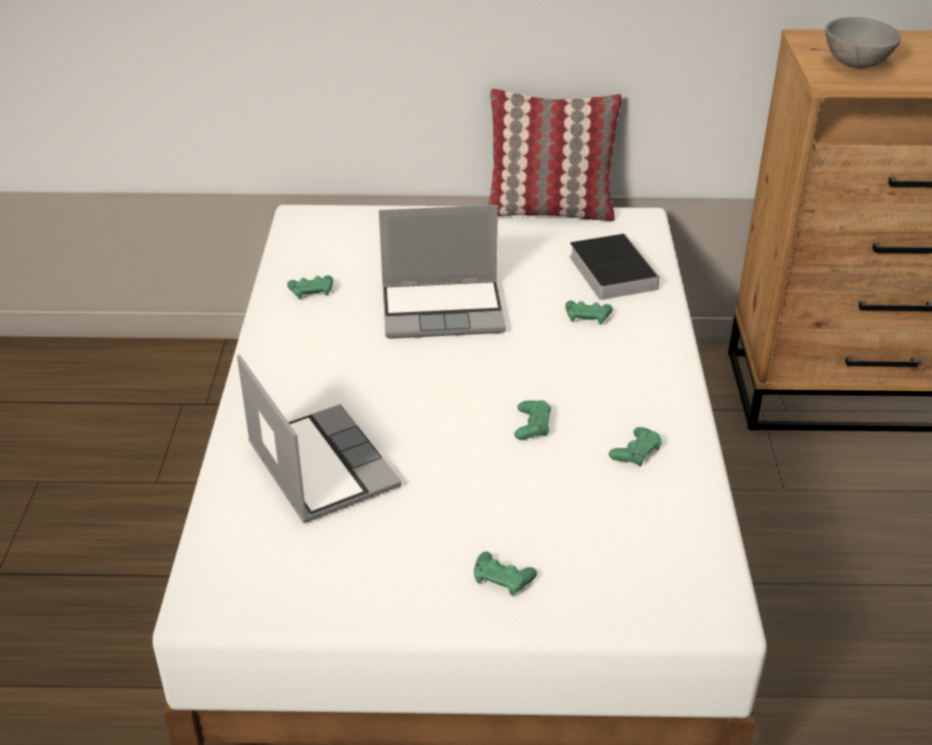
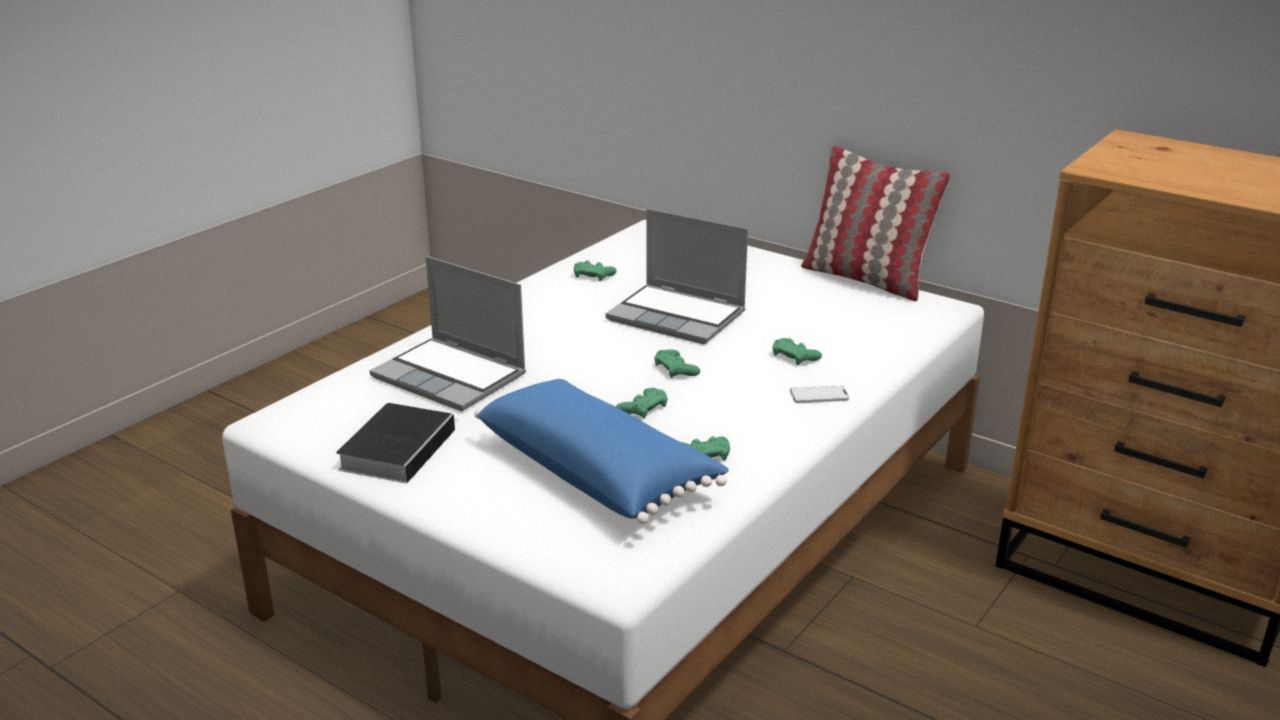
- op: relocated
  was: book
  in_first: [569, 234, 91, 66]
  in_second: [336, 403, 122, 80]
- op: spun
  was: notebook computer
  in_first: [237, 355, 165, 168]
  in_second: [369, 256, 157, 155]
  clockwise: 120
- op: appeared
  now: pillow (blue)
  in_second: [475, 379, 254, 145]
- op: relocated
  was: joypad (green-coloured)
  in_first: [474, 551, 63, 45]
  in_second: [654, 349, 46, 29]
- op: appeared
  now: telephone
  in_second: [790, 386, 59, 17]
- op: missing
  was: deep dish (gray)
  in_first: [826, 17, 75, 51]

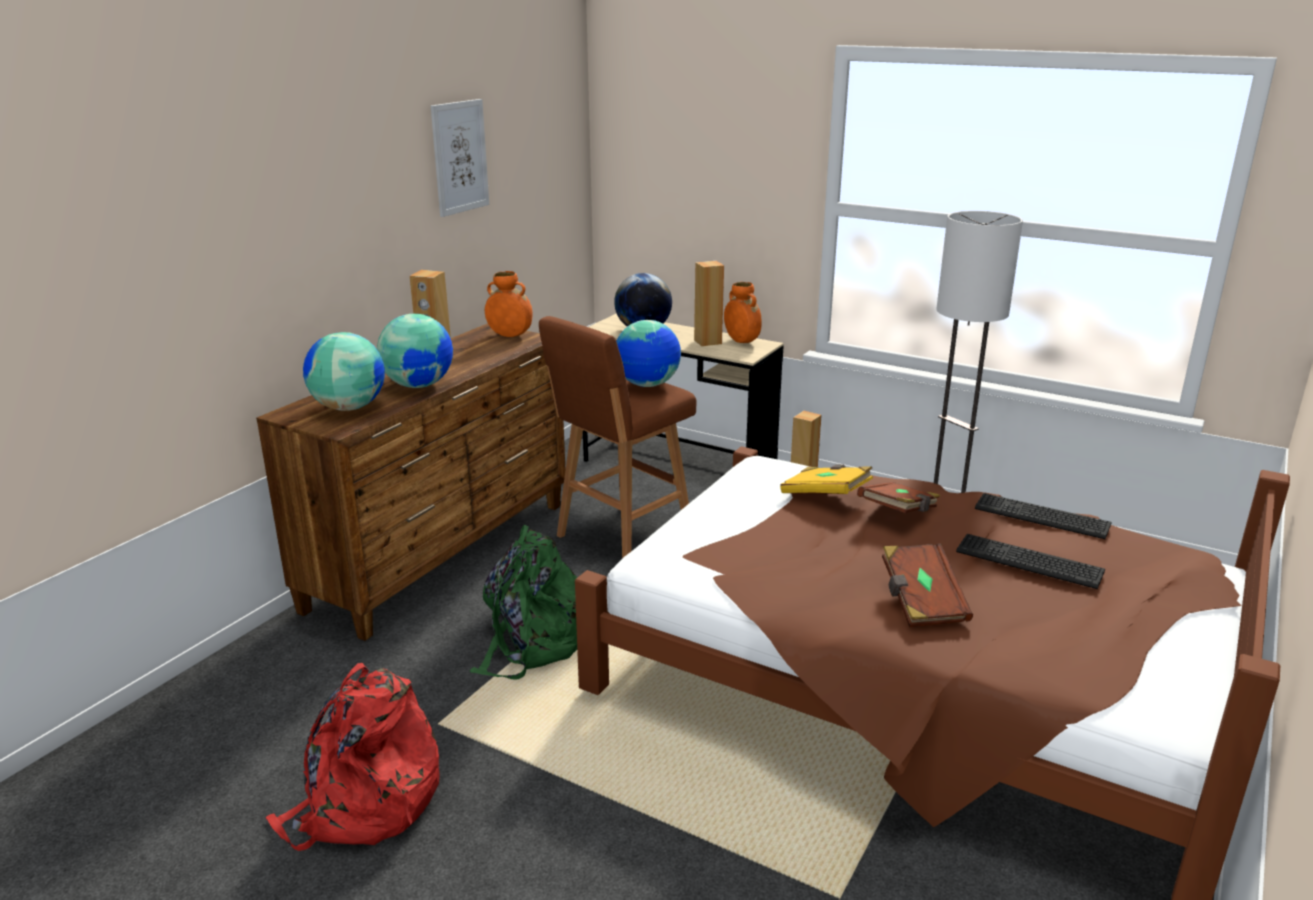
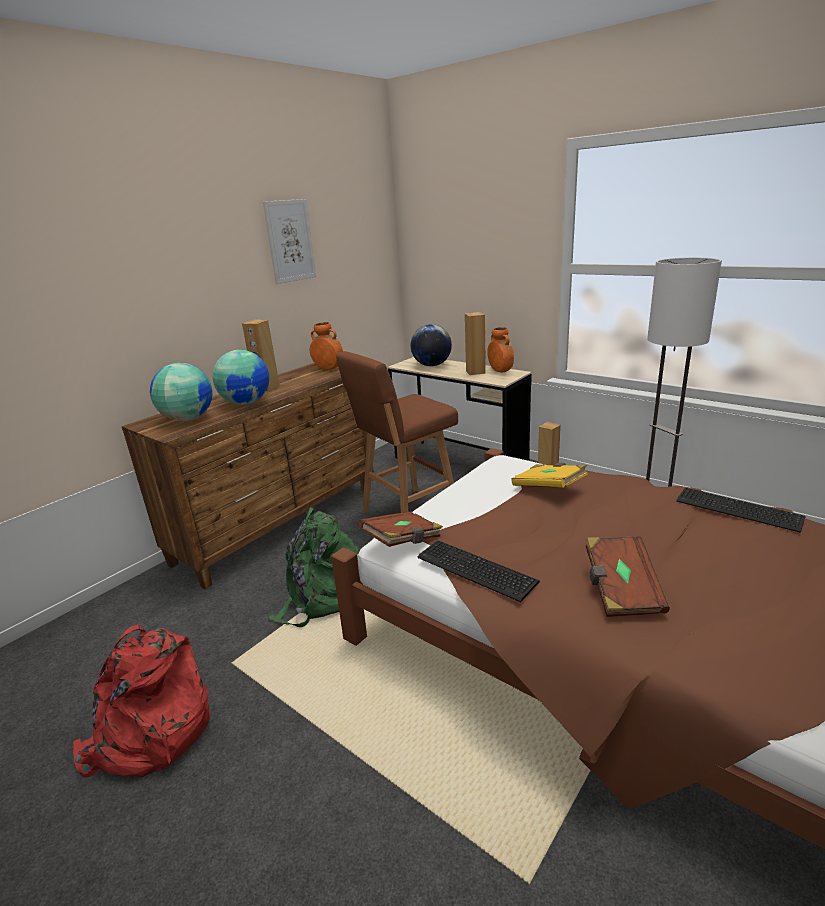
- op: relocated
  was: book (brownish)
  in_first: [857, 482, 83, 31]
  in_second: [358, 512, 85, 35]
- op: relocated
  was: keyboard
  in_first: [956, 534, 149, 55]
  in_second: [418, 541, 122, 61]
- op: missing
  was: globe
  in_first: [616, 320, 65, 67]

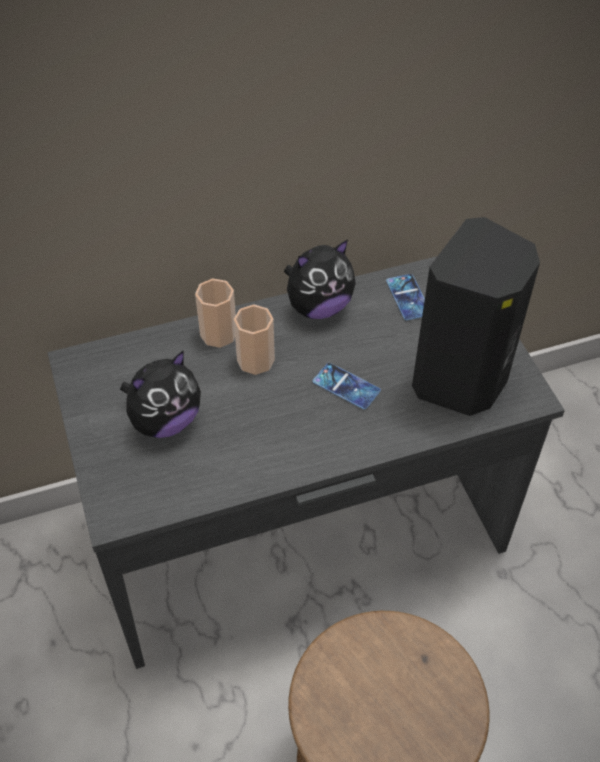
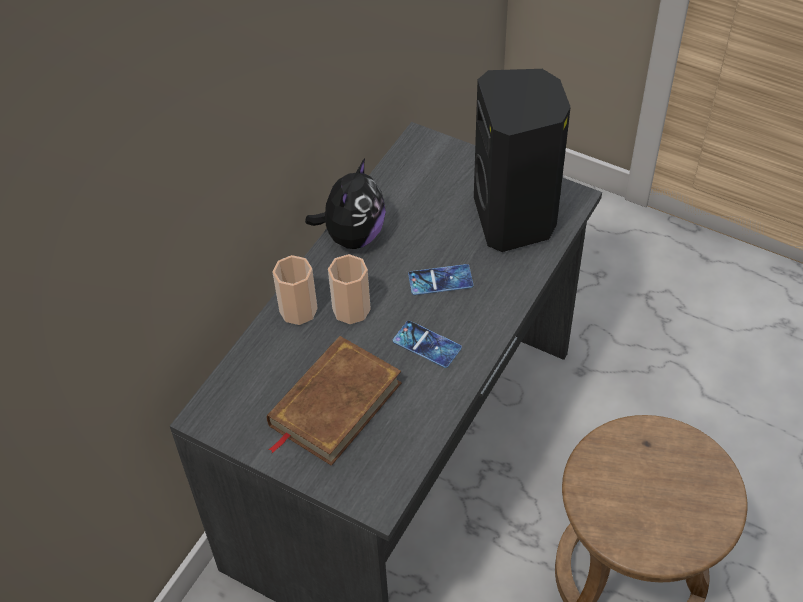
- op: exchanged
  was: soft toy
  now: book (brownish)
  in_first: [120, 350, 81, 88]
  in_second: [267, 336, 135, 130]
- op: relocated
  was: telephone
  in_first: [386, 274, 39, 46]
  in_second: [393, 321, 69, 47]

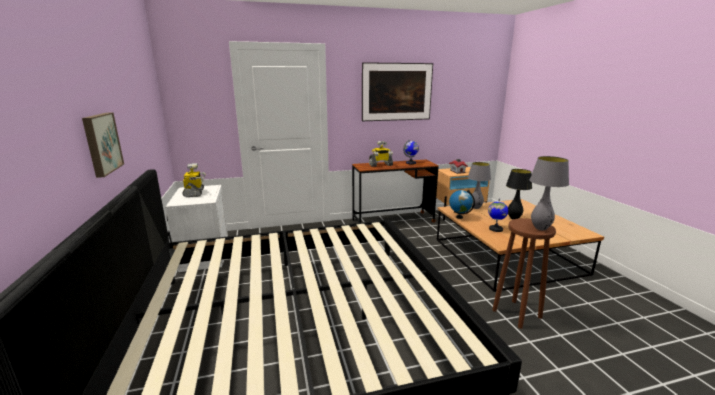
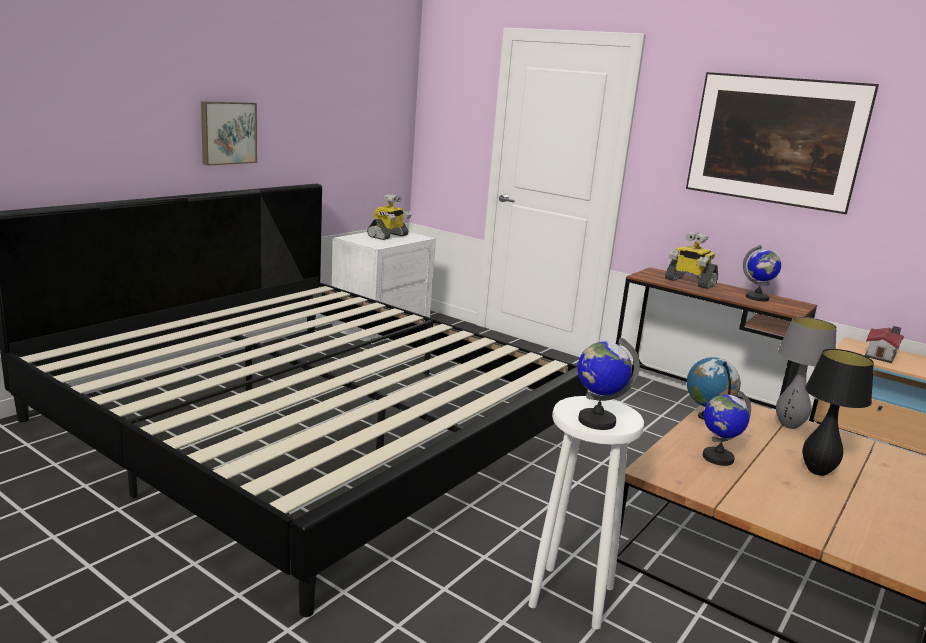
- op: colour
  was: sitting stool (brownish)
  now: sitting stool (white-coloured)
  in_first: [492, 218, 64, 111]
  in_second: [528, 396, 116, 233]
- op: exchanged
  was: tabletop lamp (gray)
  now: globe
  in_first: [530, 156, 39, 74]
  in_second: [578, 338, 62, 92]

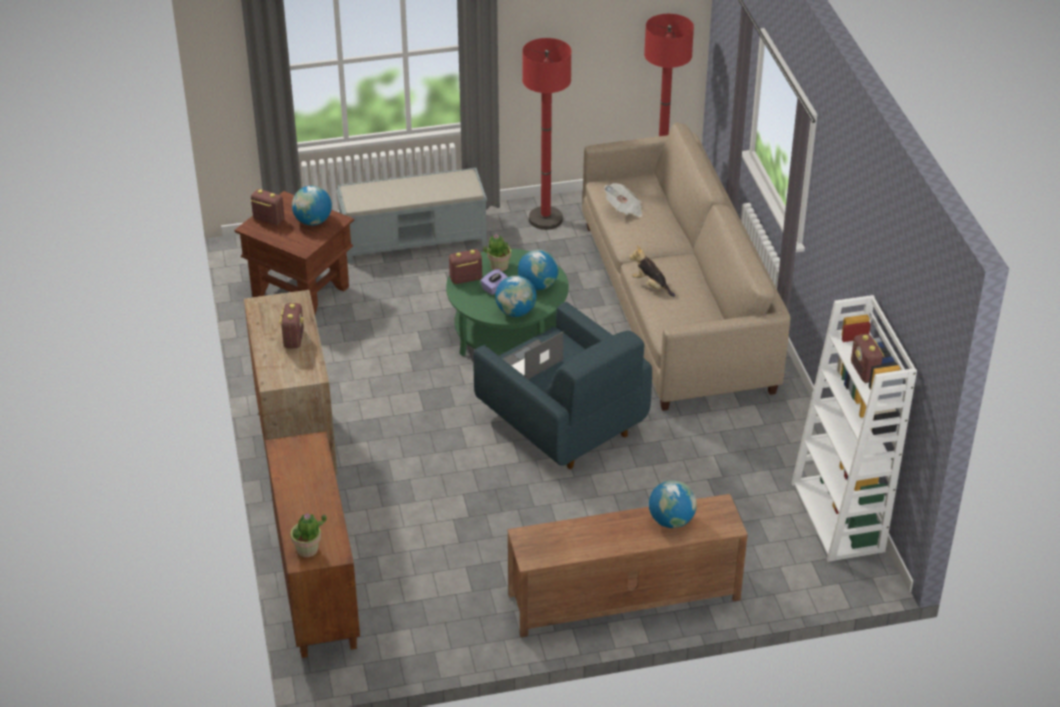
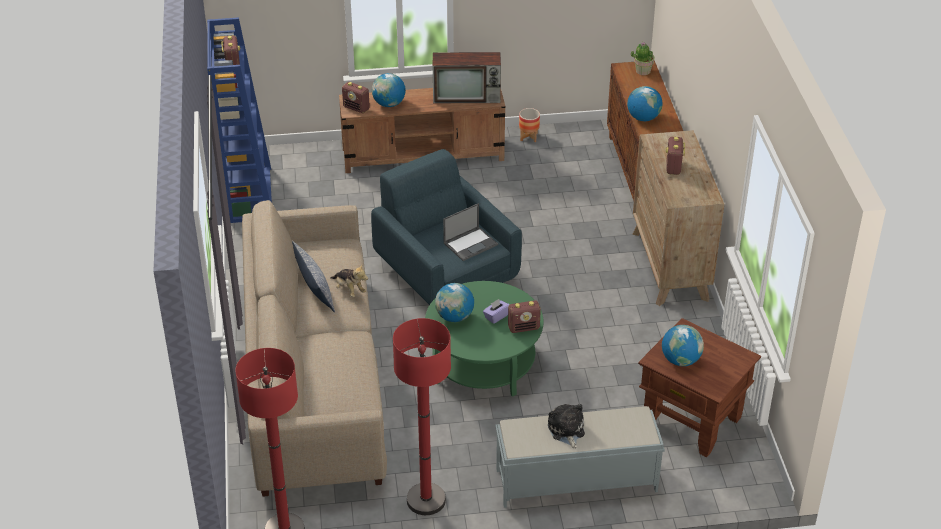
- op: colour
  was: bookcase (white-coloured)
  now: bookcase (blue)
  in_first: [791, 295, 126, 267]
  in_second: [207, 17, 65, 206]
- op: appeared
  now: pillow
  in_second: [292, 241, 43, 71]
- op: relocated
  was: radio receiver
  in_first: [251, 189, 34, 36]
  in_second: [342, 82, 28, 31]
- op: appeared
  now: TV set
  in_second: [433, 52, 68, 51]
- op: appeared
  now: flower pot
  in_second: [519, 108, 21, 34]
- op: appeared
  now: soft toy
  in_second: [548, 404, 37, 45]
- op: relocated
  was: globe
  in_first: [495, 276, 42, 41]
  in_second: [627, 86, 36, 35]
- op: missing
  was: potted plant
  in_first: [483, 234, 28, 37]
- op: missing
  was: daily paper
  in_first: [604, 183, 38, 34]

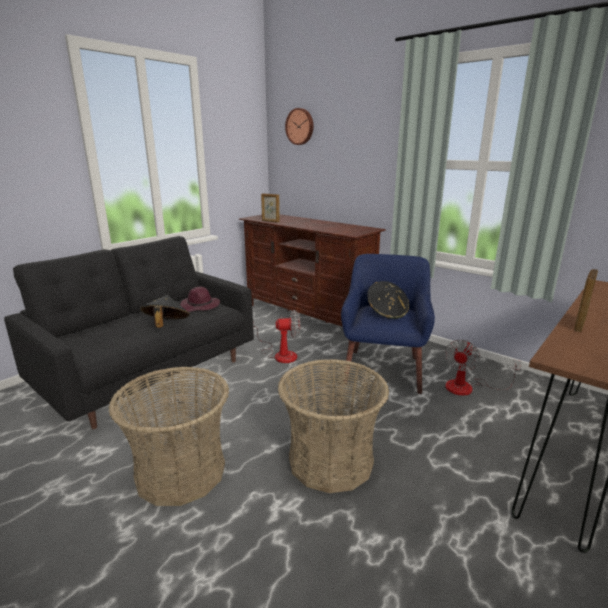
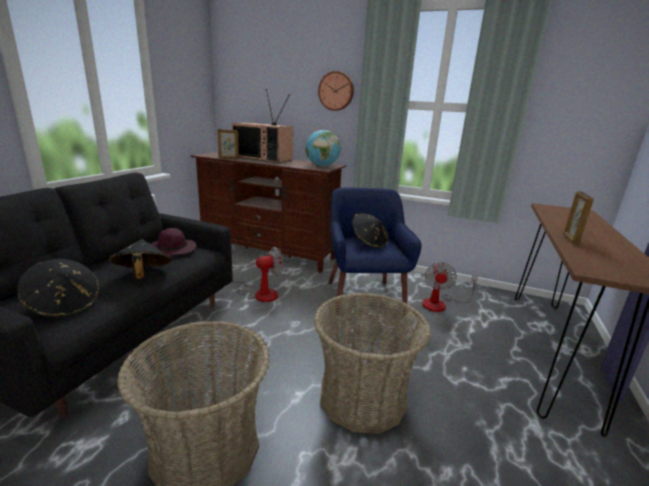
- op: appeared
  now: wearable hat (black)
  in_second: [17, 259, 82, 59]
- op: appeared
  now: TV set
  in_second: [231, 89, 62, 74]
- op: appeared
  now: globe
  in_second: [306, 130, 35, 37]
- op: relocated
  was: clock on the wall
  in_first: [285, 108, 28, 37]
  in_second: [318, 71, 36, 40]

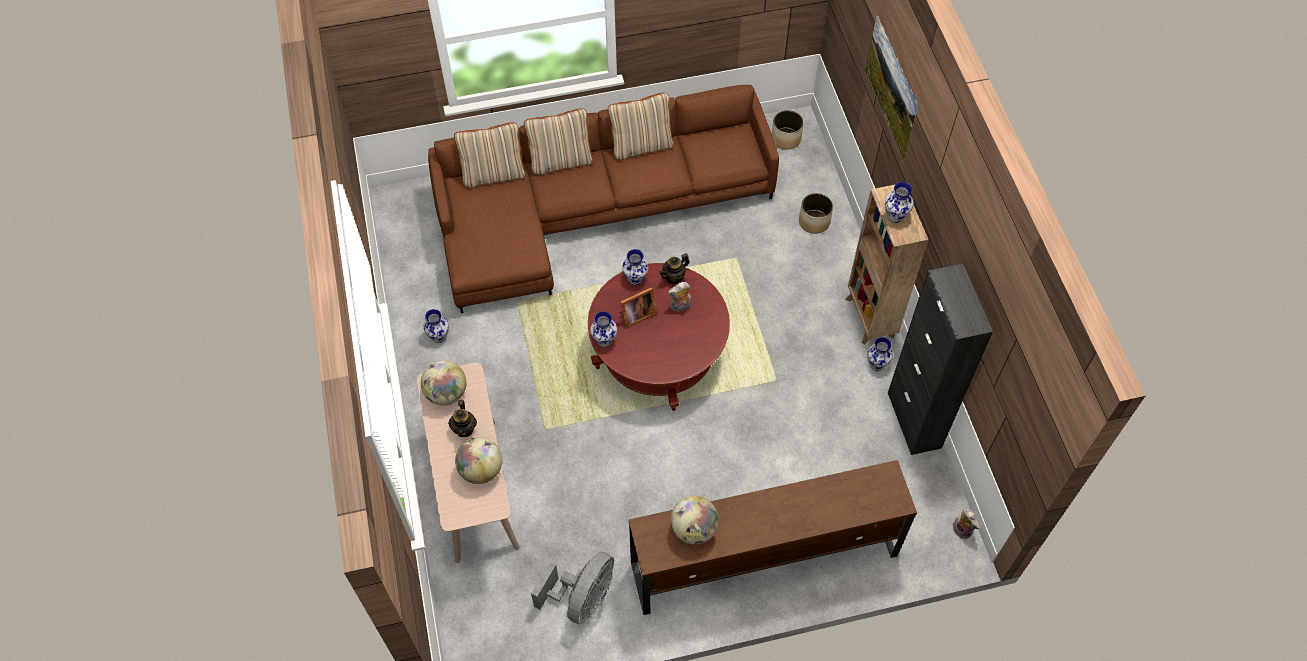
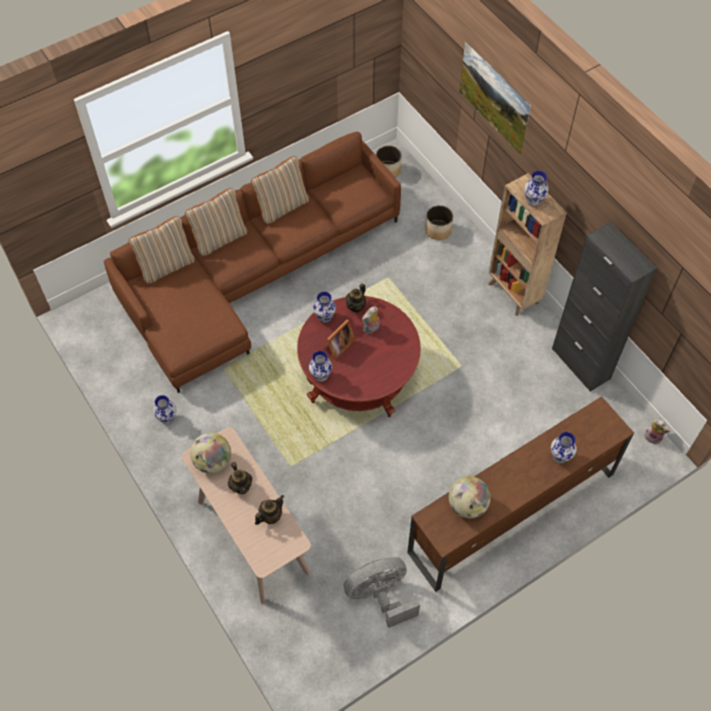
- op: exchanged
  was: globe
  now: tea pot
  in_first: [455, 437, 47, 47]
  in_second: [255, 495, 29, 30]
- op: spun
  was: fan (gray)
  in_first: [531, 552, 83, 72]
  in_second: [343, 557, 77, 71]
  clockwise: -120
- op: relocated
  was: vase
  in_first: [867, 337, 26, 34]
  in_second: [551, 432, 26, 32]

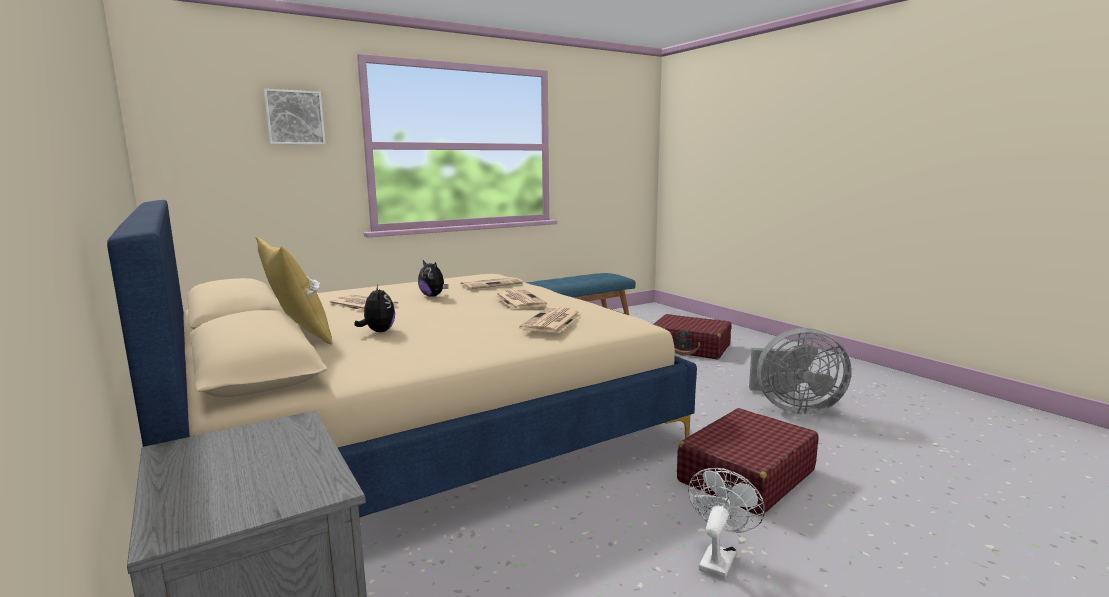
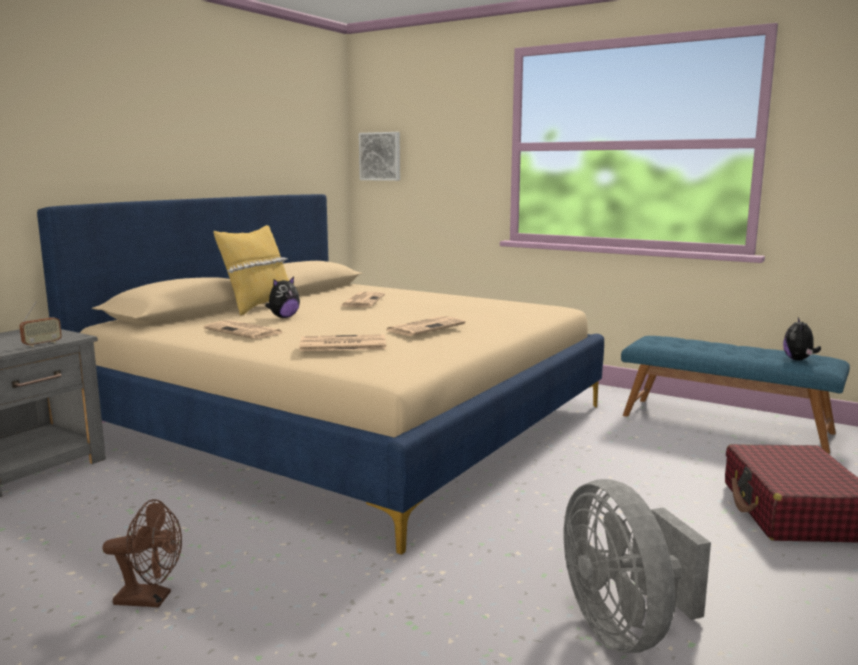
- op: appeared
  now: radio receiver
  in_second: [20, 301, 42, 46]
- op: colour
  was: fan (white-coloured)
  now: fan (brownish)
  in_first: [688, 468, 77, 111]
  in_second: [102, 499, 80, 109]
- op: relocated
  was: daily paper
  in_first: [460, 277, 63, 12]
  in_second: [204, 320, 80, 19]
- op: relocated
  was: picture
  in_first: [264, 89, 61, 56]
  in_second: [359, 132, 41, 49]
- op: relocated
  was: soft toy
  in_first: [418, 260, 30, 37]
  in_second: [783, 318, 38, 42]
- op: missing
  was: travel case (red-coloured)
  in_first: [677, 408, 142, 108]

